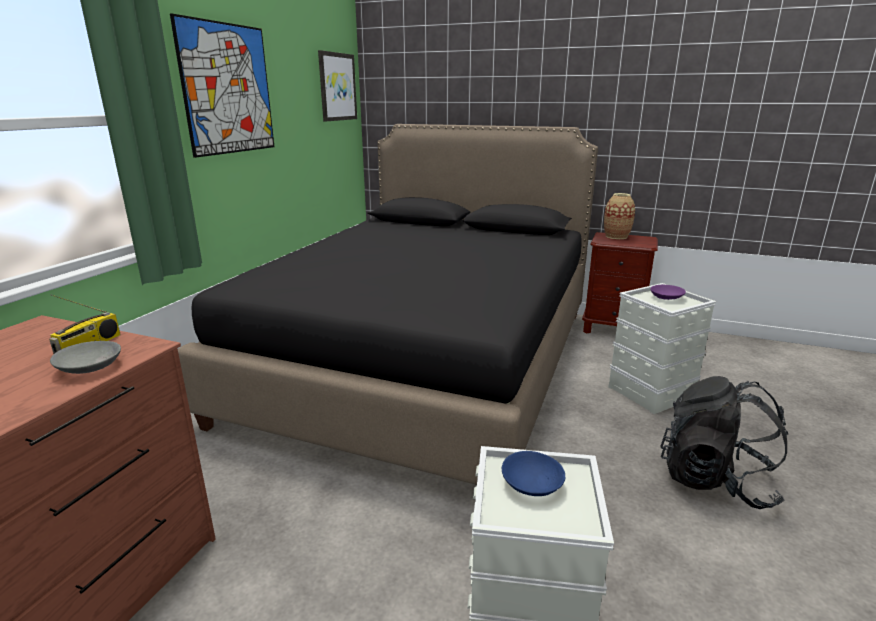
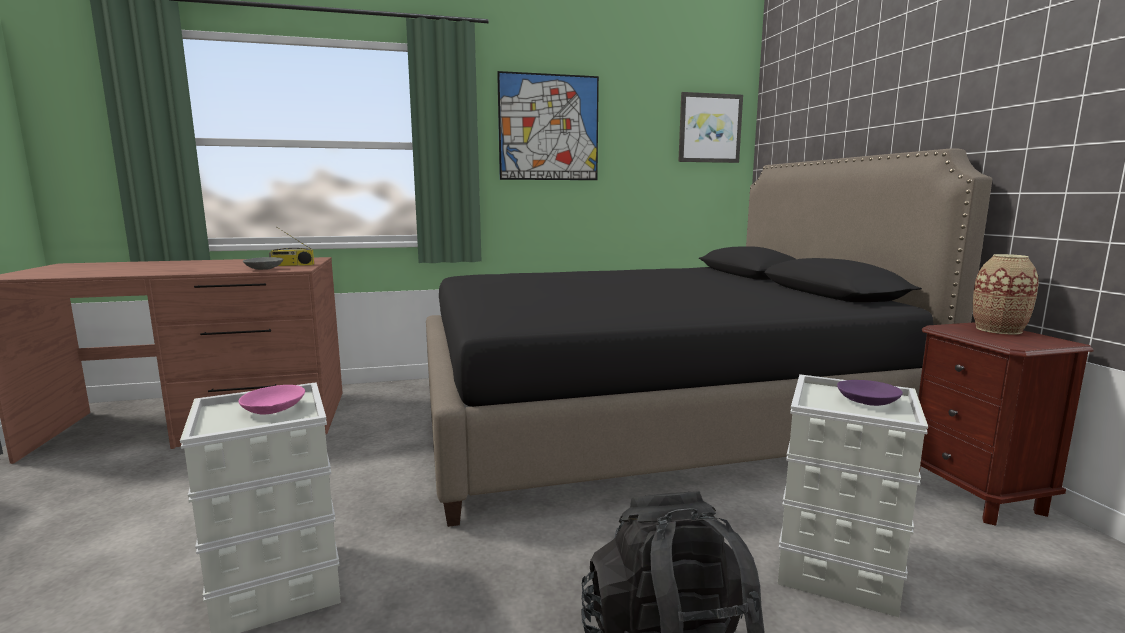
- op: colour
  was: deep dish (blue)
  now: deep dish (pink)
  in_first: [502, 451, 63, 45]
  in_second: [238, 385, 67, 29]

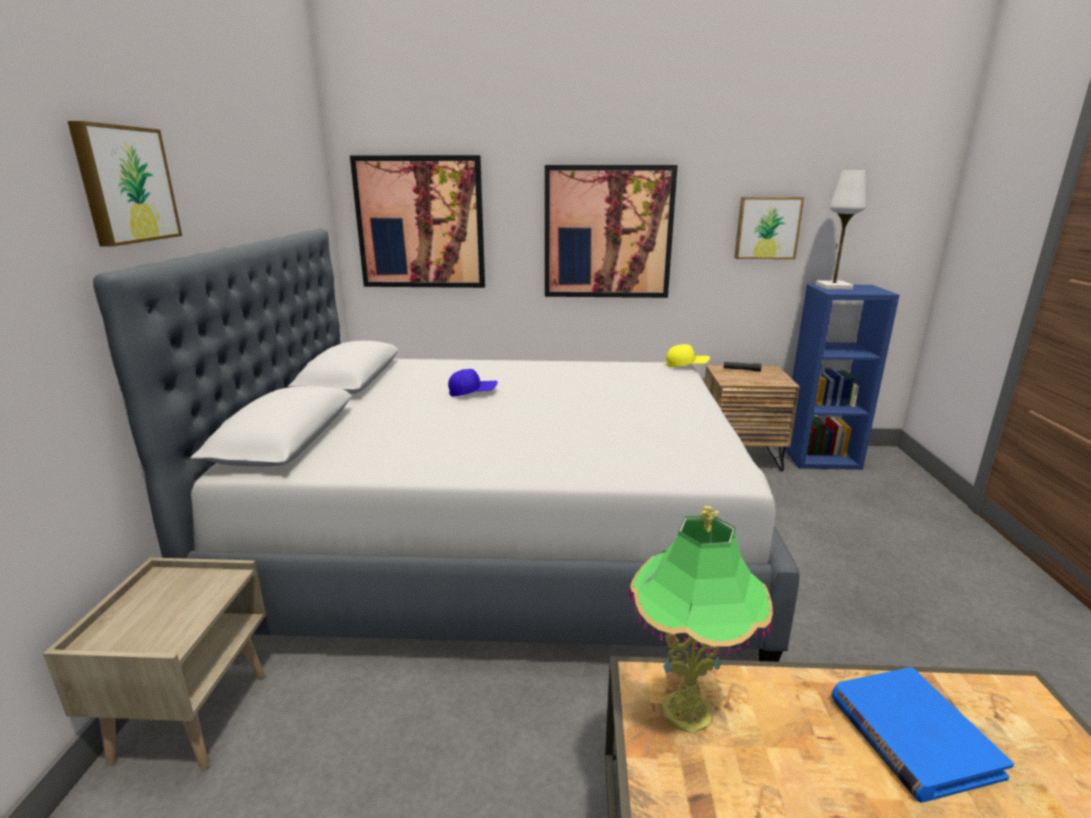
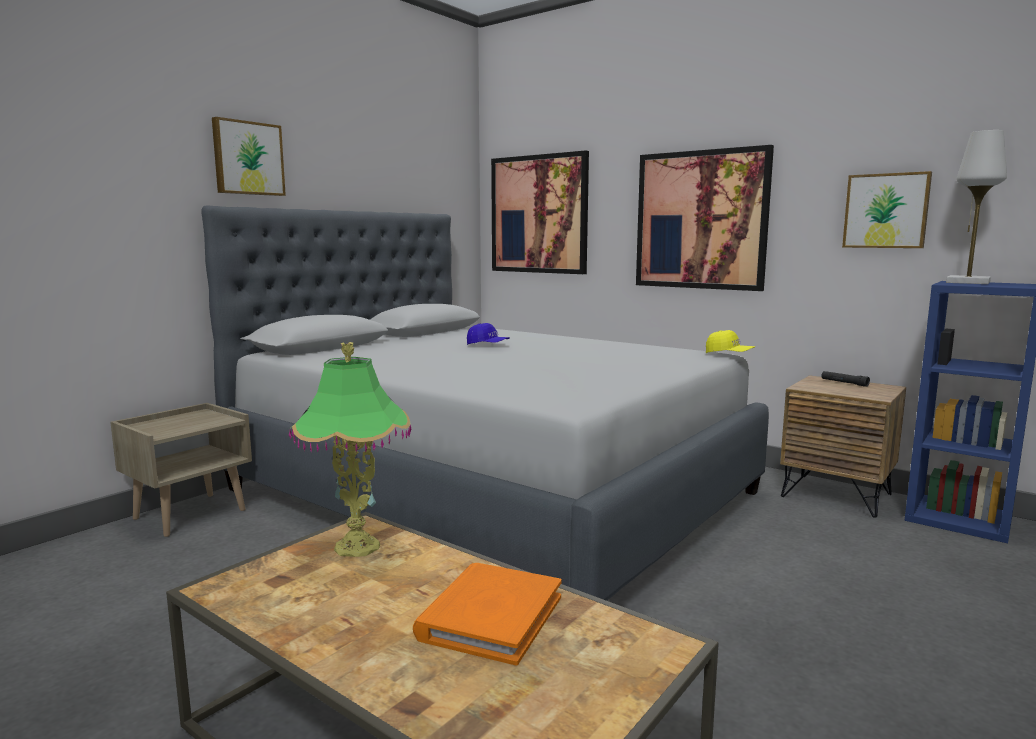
- op: colour
  was: book (blue)
  now: book (orange-coloured)
  in_first: [832, 667, 182, 136]
  in_second: [413, 563, 149, 102]

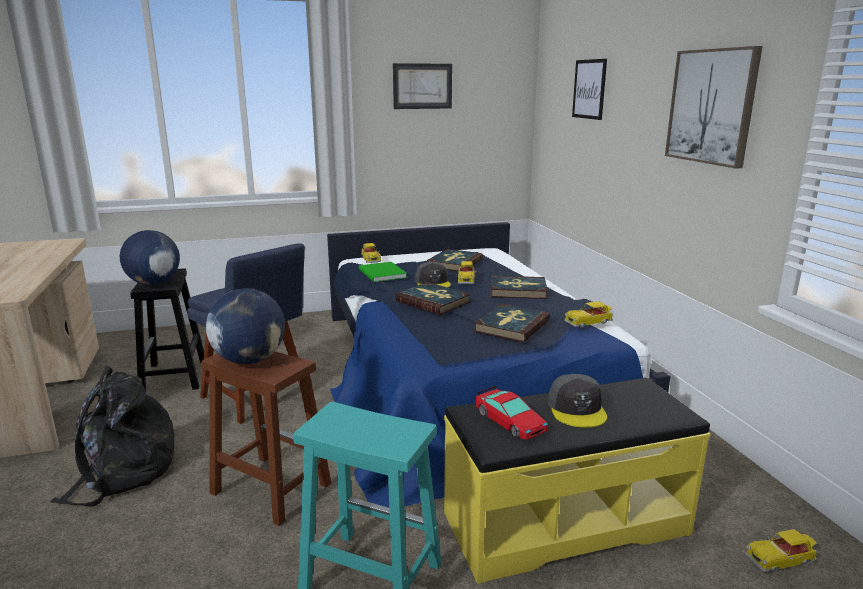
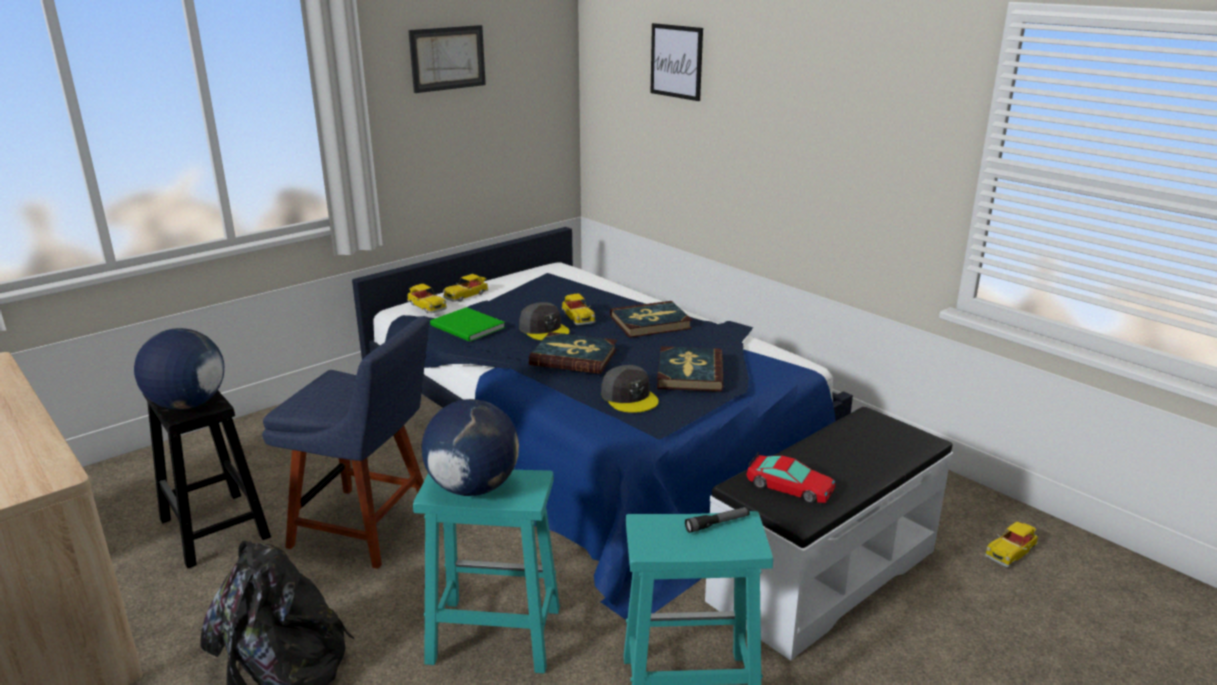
- op: colour
  was: sitting stool (brownish)
  now: sitting stool (turquoise)
  in_first: [202, 351, 129, 175]
  in_second: [413, 470, 147, 204]
- op: relocated
  was: toy car
  in_first: [565, 301, 48, 27]
  in_second: [443, 274, 45, 28]
- op: relocated
  was: peaked cap (gray)
  in_first: [548, 374, 59, 54]
  in_second: [601, 365, 58, 48]
- op: appeared
  now: flashlight
  in_second: [685, 507, 65, 26]
- op: colour
  was: long seat (yellow-coloured)
  now: long seat (white-coloured)
  in_first: [444, 378, 267, 206]
  in_second: [705, 407, 248, 254]
- op: missing
  was: book
  in_first: [427, 249, 56, 22]
- op: missing
  was: picture
  in_first: [665, 46, 98, 123]

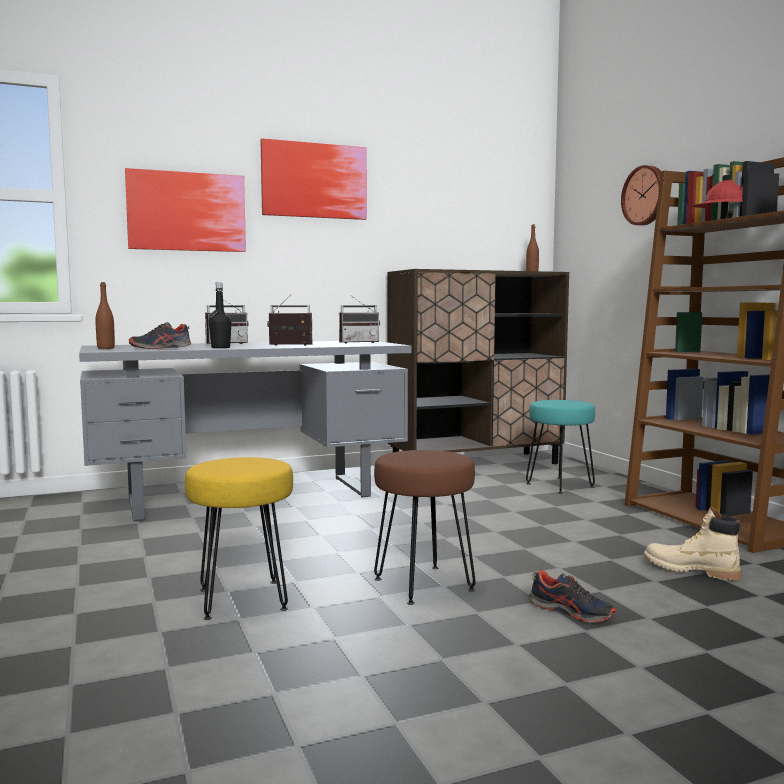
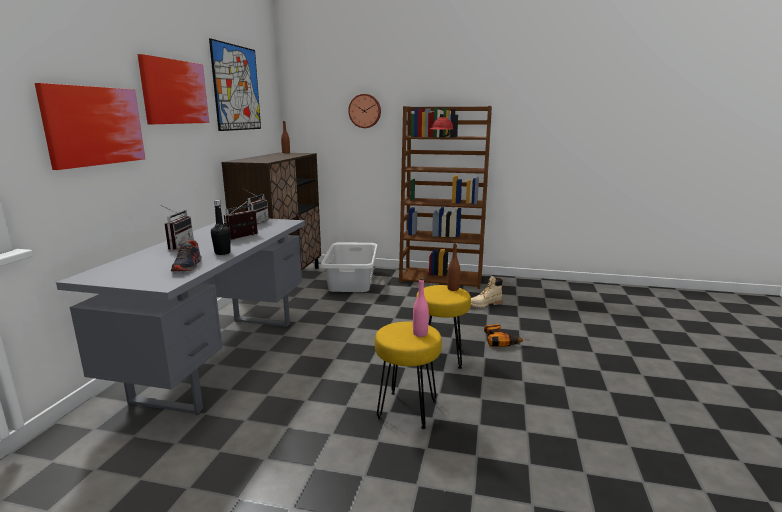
- op: appeared
  now: picture
  in_second: [209, 38, 52, 93]
- op: exchanged
  was: sitting stool (turquoise)
  now: laundry basket (gray)
  in_first: [526, 400, 69, 94]
  in_second: [321, 242, 57, 50]
- op: appeared
  now: beverage bottle (pink)
  in_second: [413, 278, 16, 59]
- op: colour
  was: sitting stool (brownish)
  now: sitting stool (yellow-coloured)
  in_first: [374, 450, 102, 155]
  in_second: [416, 285, 55, 84]
- op: relocated
  was: beverage bottle (brownish)
  in_first: [96, 282, 19, 67]
  in_second: [447, 244, 13, 47]
- op: exchanged
  was: shoe
  now: power drill
  in_first: [530, 570, 87, 53]
  in_second: [484, 324, 46, 23]

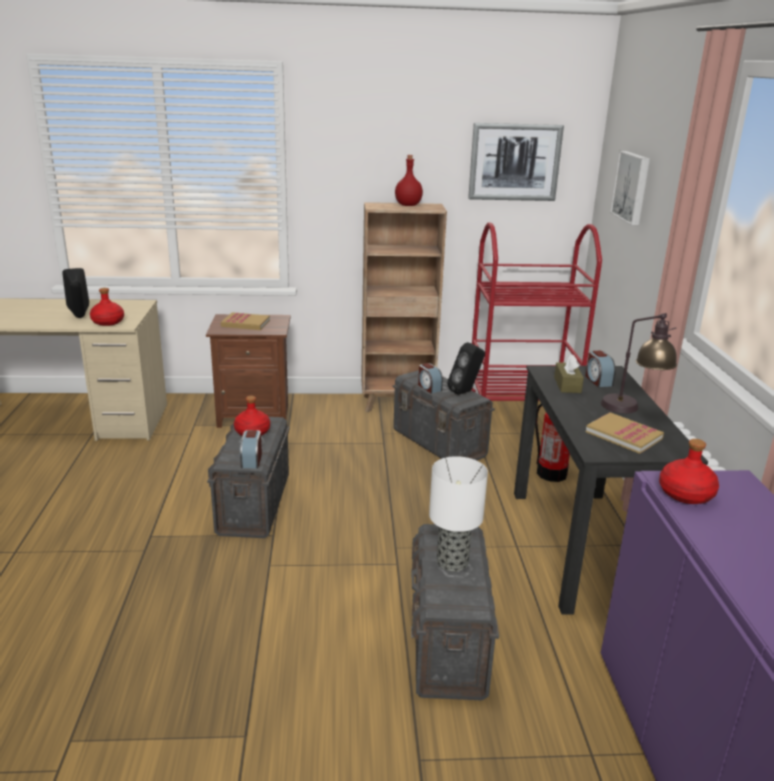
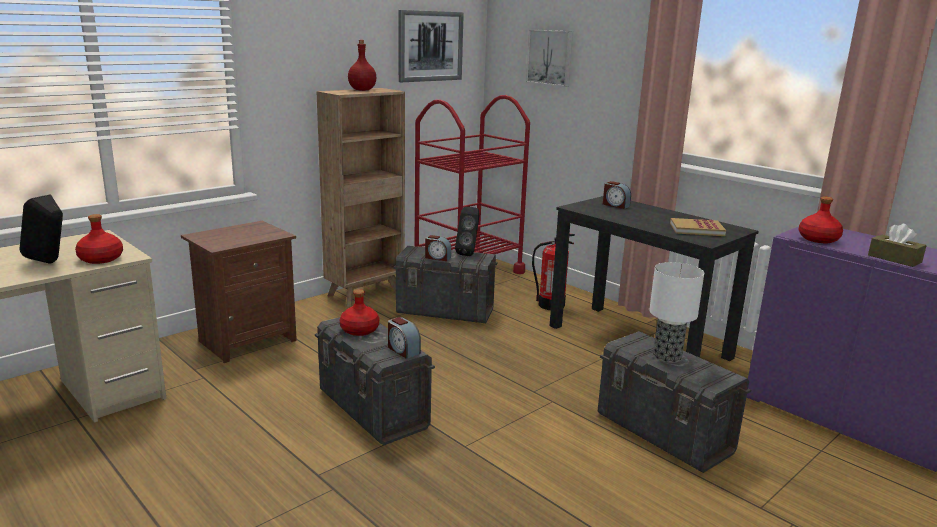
- op: relocated
  was: tissue holder (brownish)
  in_first: [554, 355, 30, 38]
  in_second: [868, 224, 59, 43]
- op: missing
  was: book
  in_first: [221, 312, 49, 18]
- op: missing
  was: tabletop lamp
  in_first: [601, 313, 76, 100]

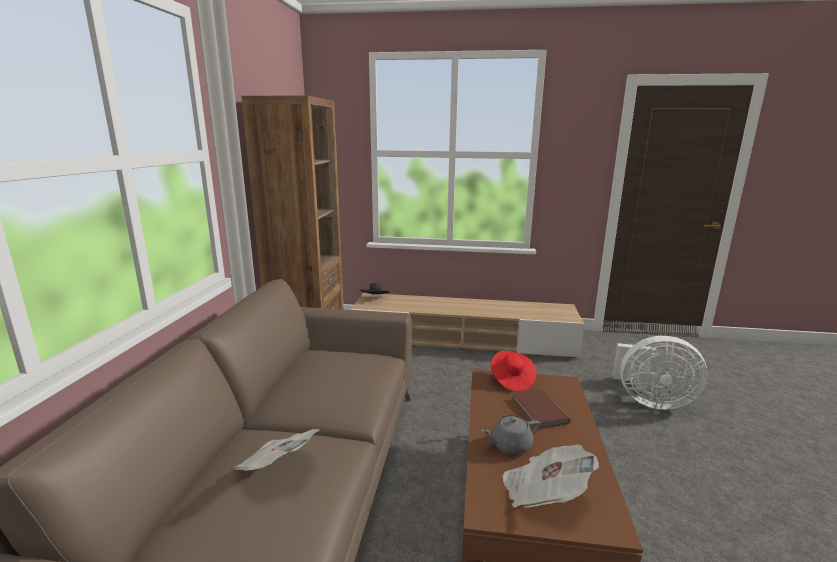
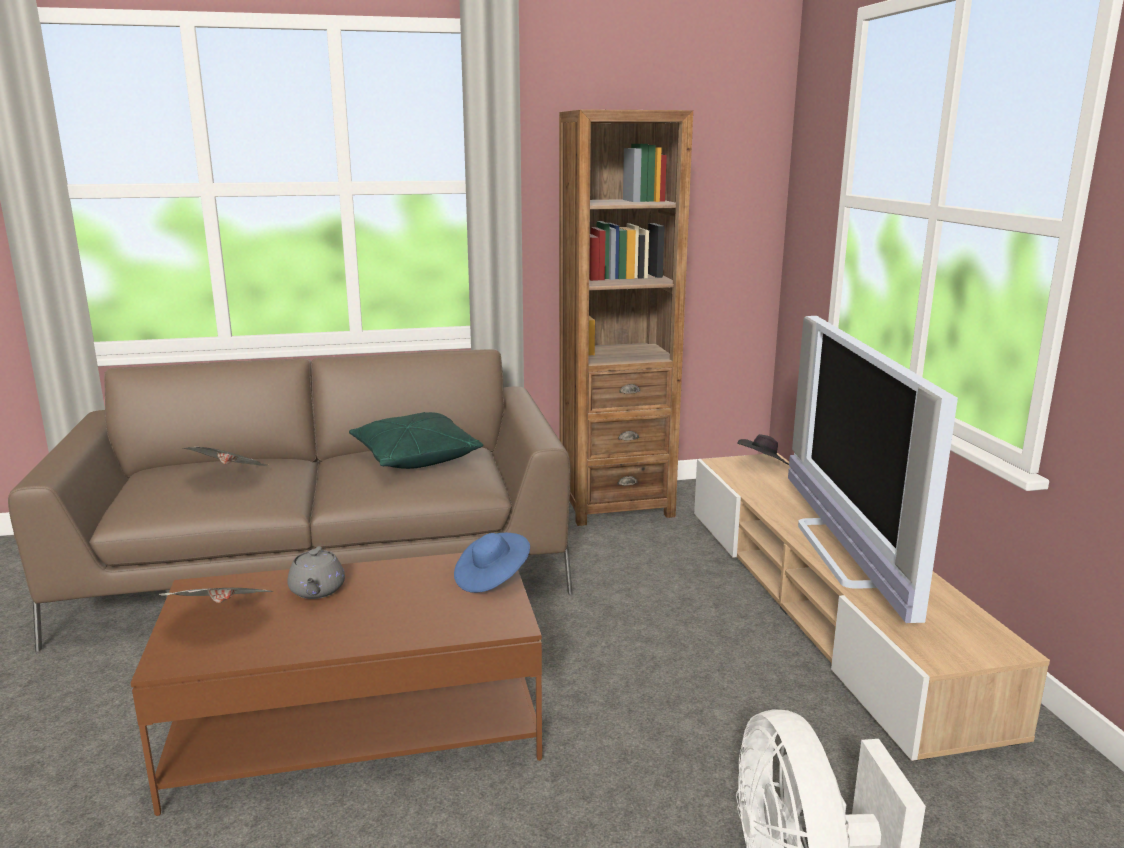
- op: spun
  was: tea pot (gray)
  in_first: [481, 415, 59, 40]
  in_second: [287, 546, 58, 53]
  clockwise: -150
- op: appeared
  now: pillow (green-coloured)
  in_second: [349, 412, 134, 57]
- op: colour
  was: wearable hat (red-coloured)
  now: wearable hat (blue)
  in_first: [490, 351, 47, 41]
  in_second: [454, 533, 76, 60]
- op: appeared
  now: TV set
  in_second: [788, 316, 170, 307]
- op: missing
  was: book (brownish)
  in_first: [513, 390, 58, 39]

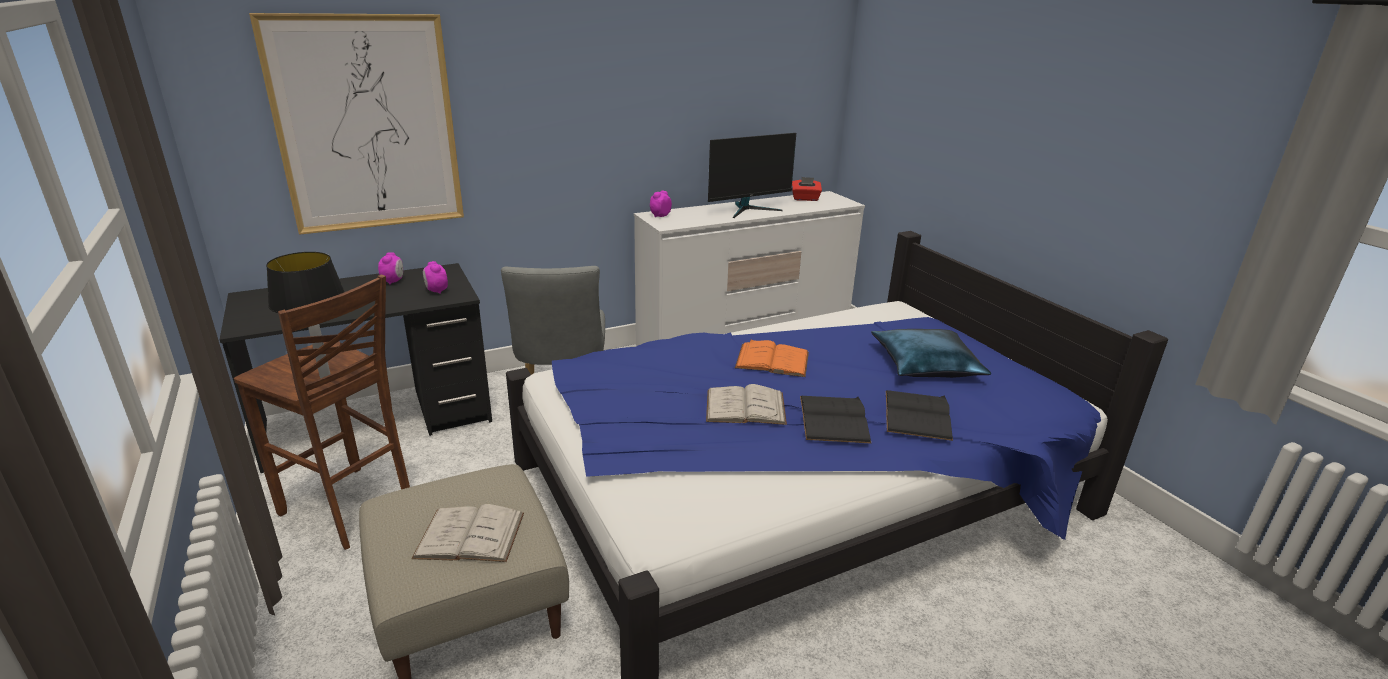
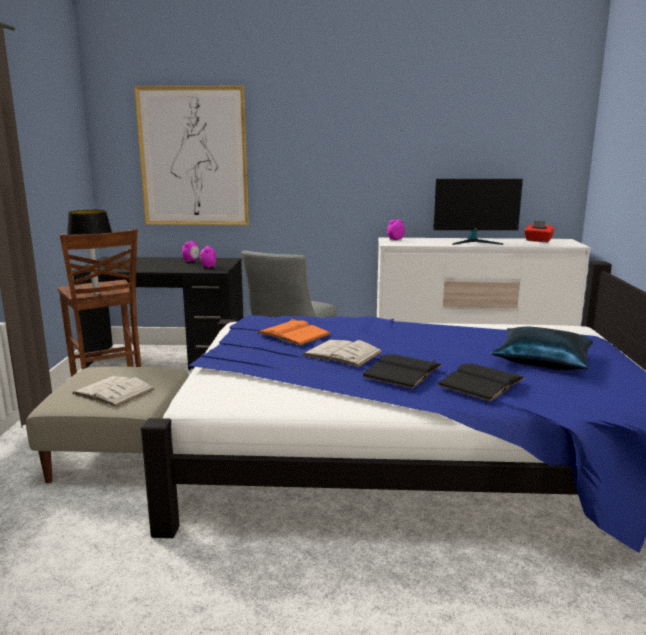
- op: relocated
  was: book (orange-coloured)
  in_first: [735, 340, 74, 37]
  in_second: [257, 319, 74, 27]

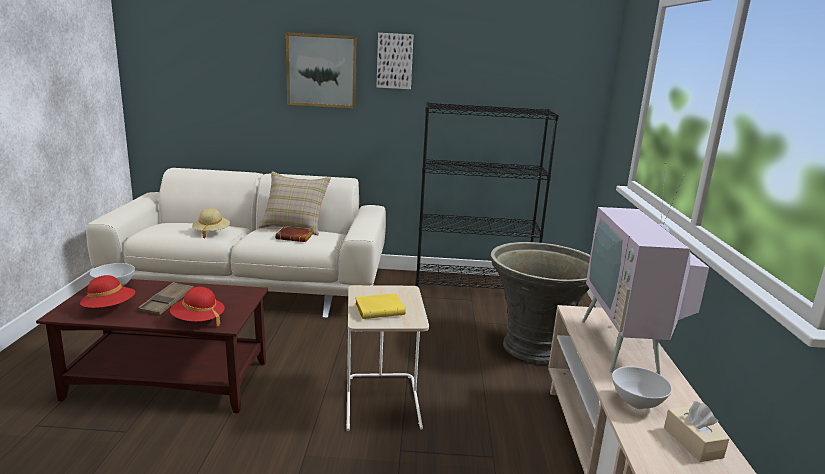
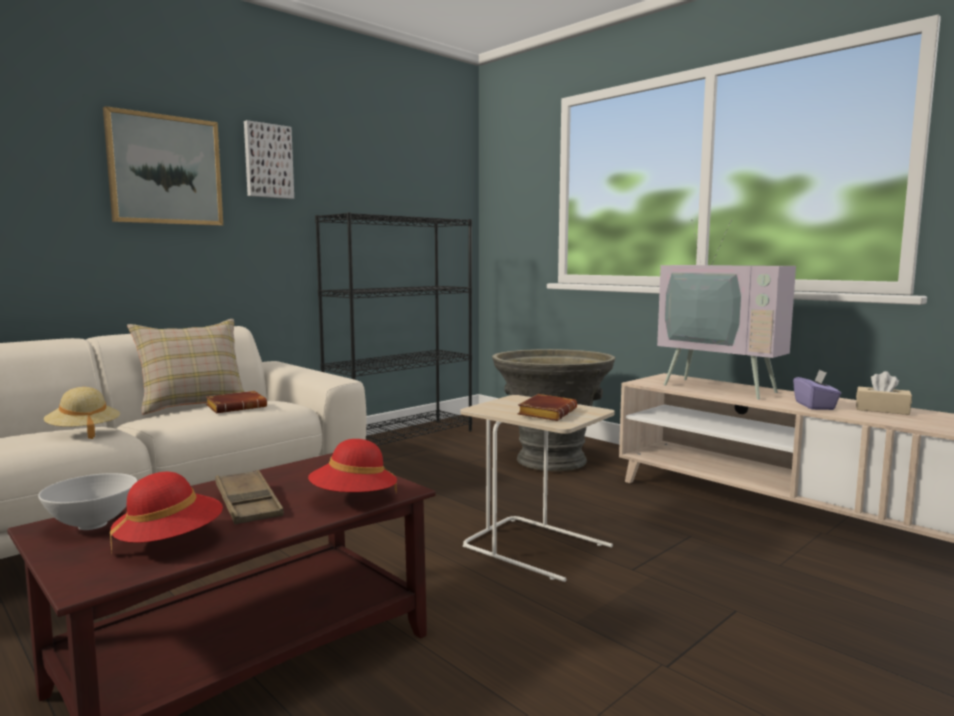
- op: colour
  was: book (yellow-coloured)
  now: book (brownish)
  in_first: [355, 293, 51, 26]
  in_second: [518, 394, 59, 27]
- op: exchanged
  was: deep dish (white-coloured)
  now: tissue holder (purple-coloured)
  in_first: [612, 366, 60, 43]
  in_second: [793, 370, 48, 40]

